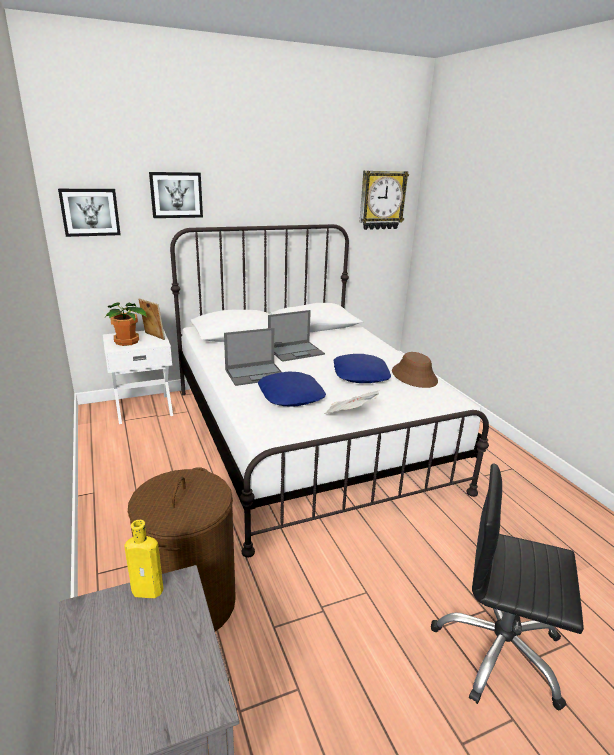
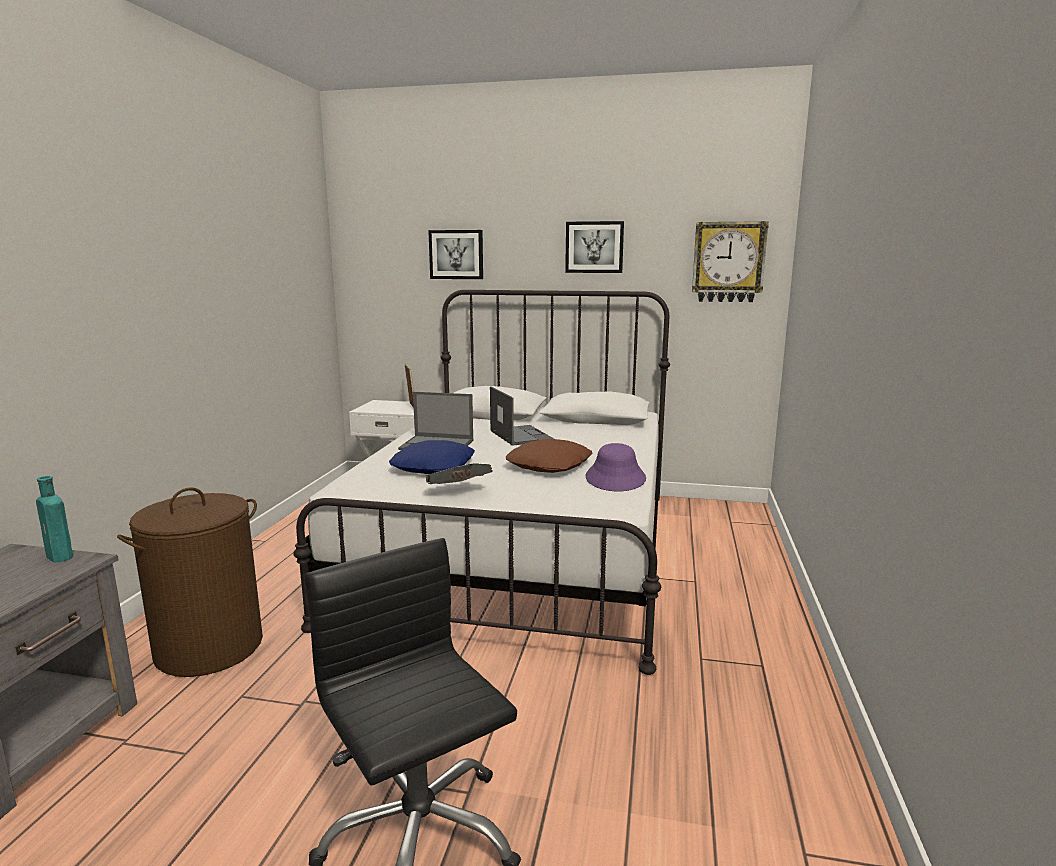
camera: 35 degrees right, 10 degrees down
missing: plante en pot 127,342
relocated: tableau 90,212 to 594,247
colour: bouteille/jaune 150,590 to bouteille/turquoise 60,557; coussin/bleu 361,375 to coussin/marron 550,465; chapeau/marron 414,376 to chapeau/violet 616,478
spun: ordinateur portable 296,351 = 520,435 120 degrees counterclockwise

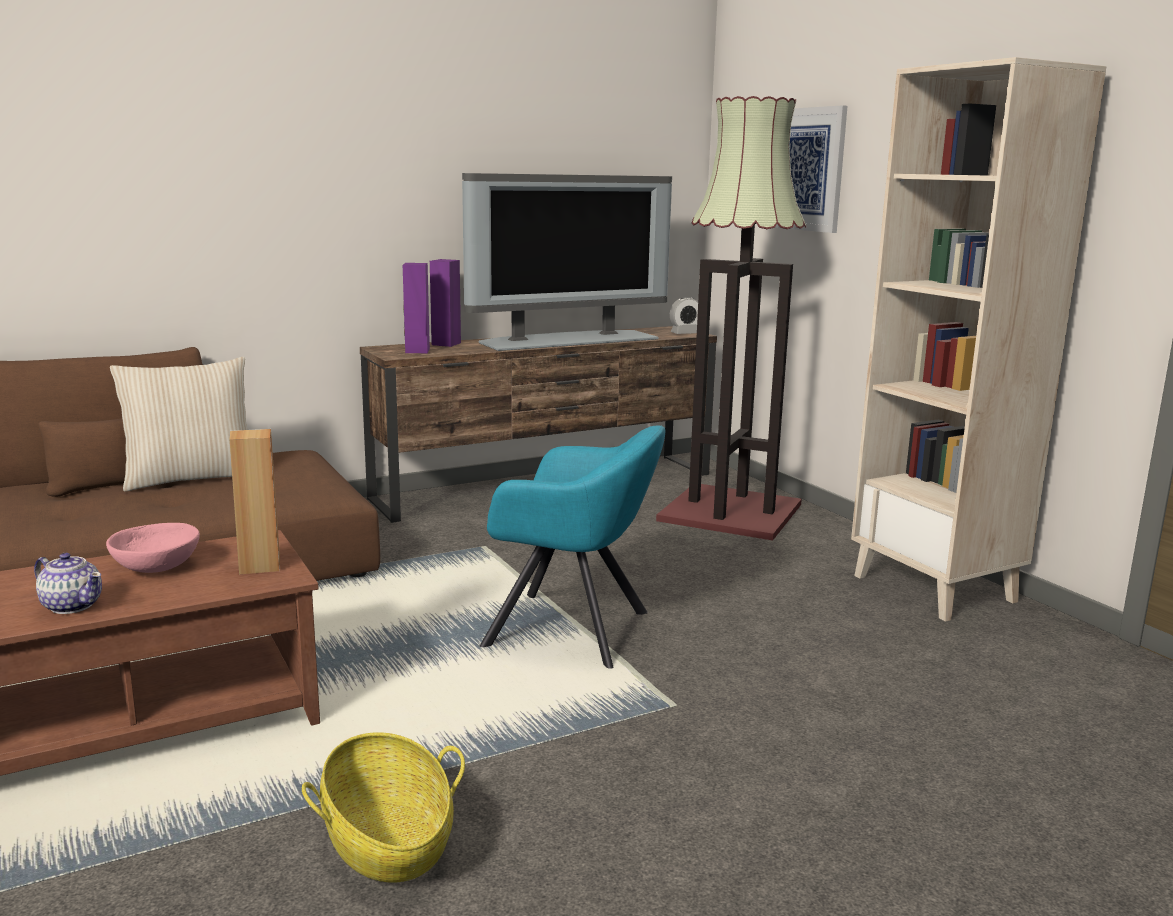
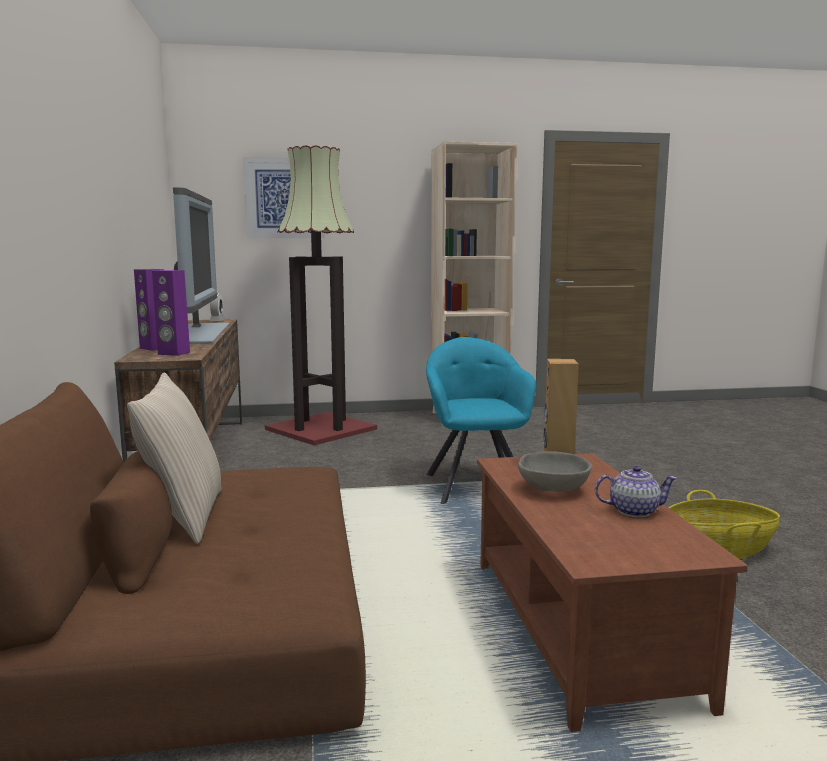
camera: 70 degrees left, 5 degrees down
colour: bol/rose 157,567 to bol/gris 552,489
spun: théière 72,605 = 633,511 45 degrees clockwise; fauteuil/turquoise 574,630 = 475,484 45 degrees counterclockwise

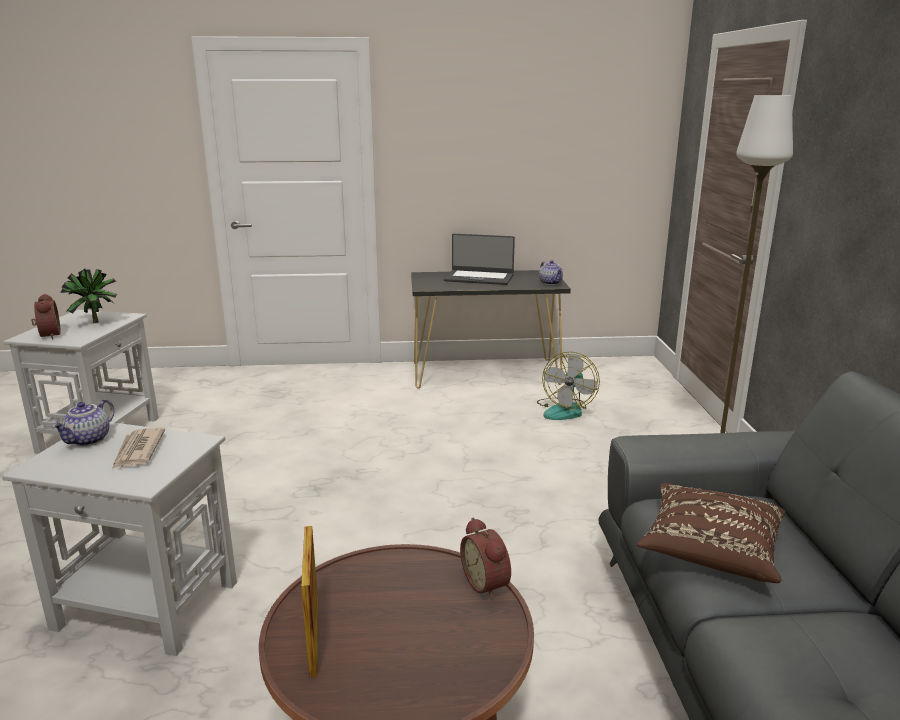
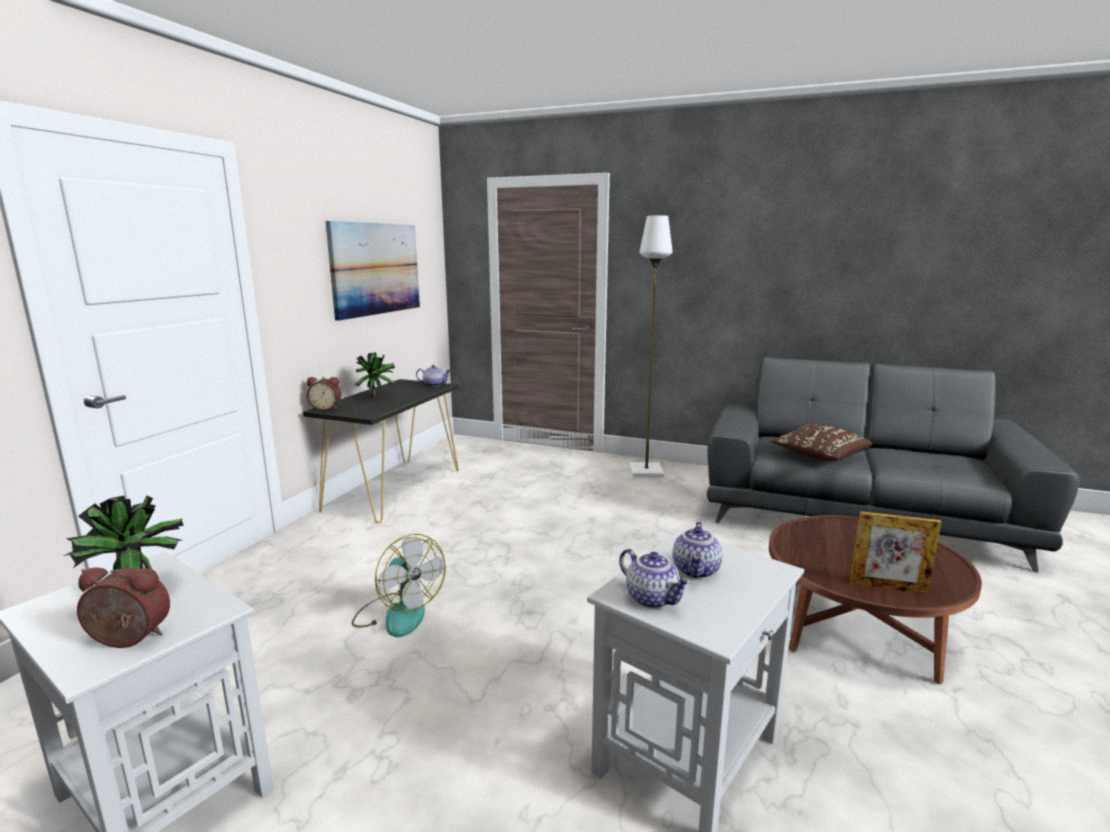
camera: 65 degrees left, 5 degrees down
appeared: tableau 375,269
relocated: réveil 488,583 to 326,408; ventilateur 565,410 to 398,613
exchanged: journal 137,451 to théière 697,571; ordinateur portable 479,278 to plante en pot 376,397

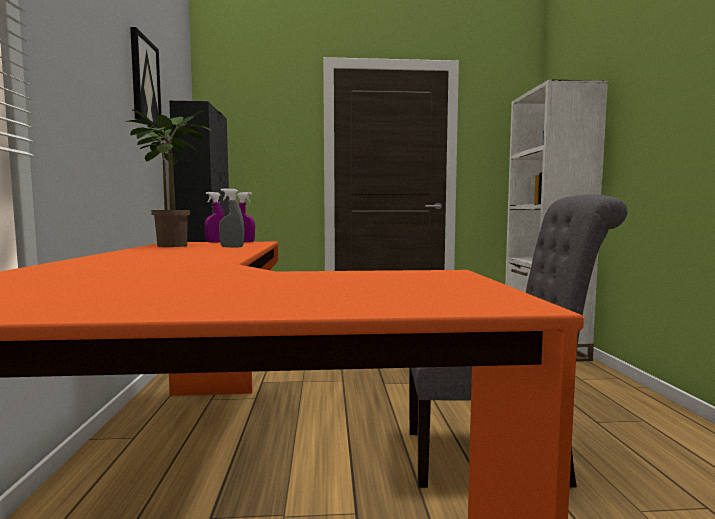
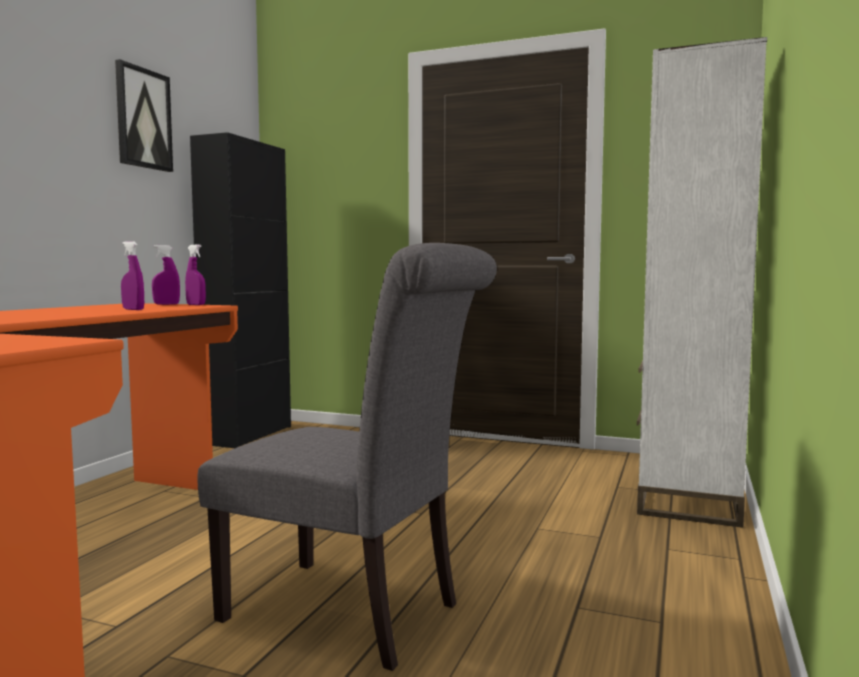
camera: 25 degrees right, 0 degrees up
missing: plante en pot 173,245
colour: vaporisateur/gris 232,247 to vaporisateur/violet 133,309

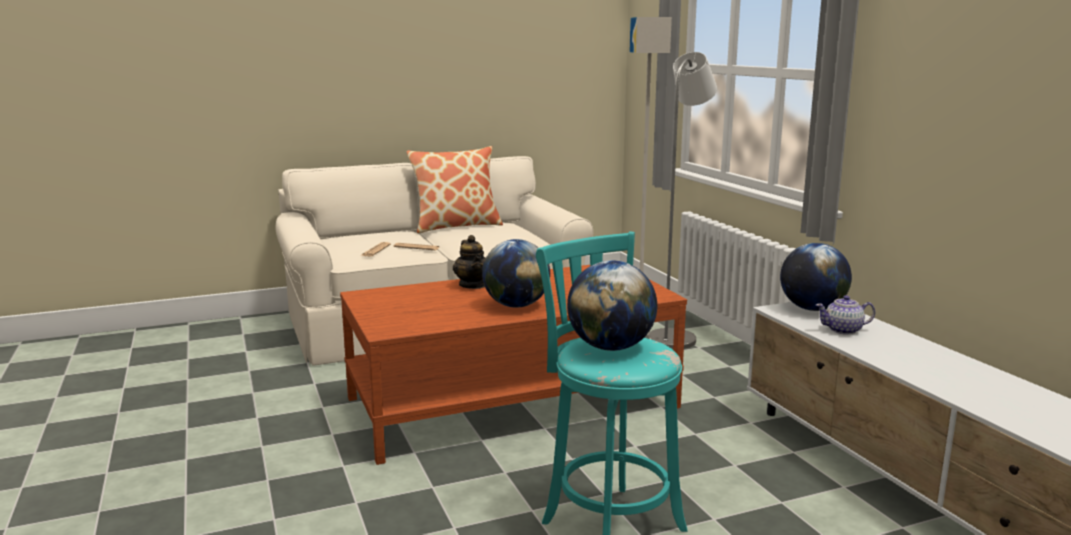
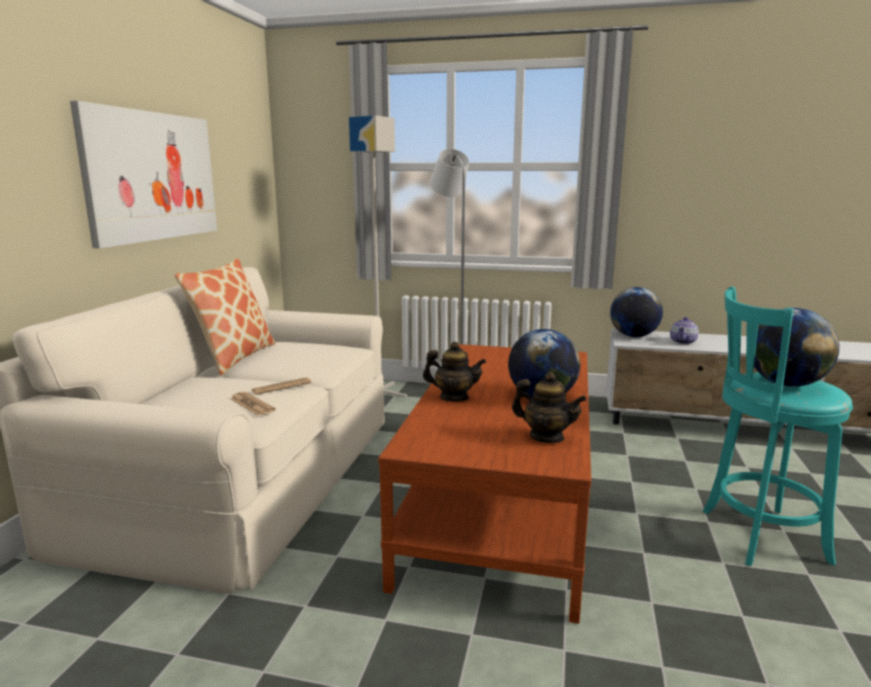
camera: 55 degrees left, 0 degrees up
appeared: tableau 152,176; théière 546,437

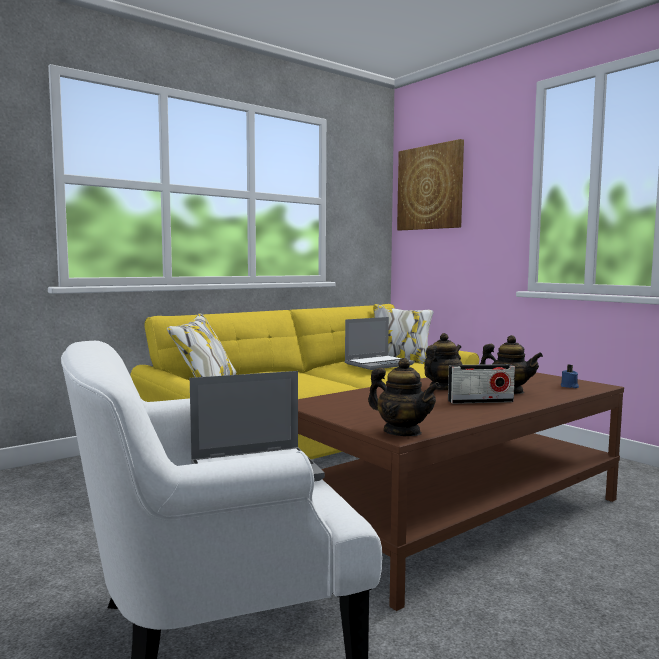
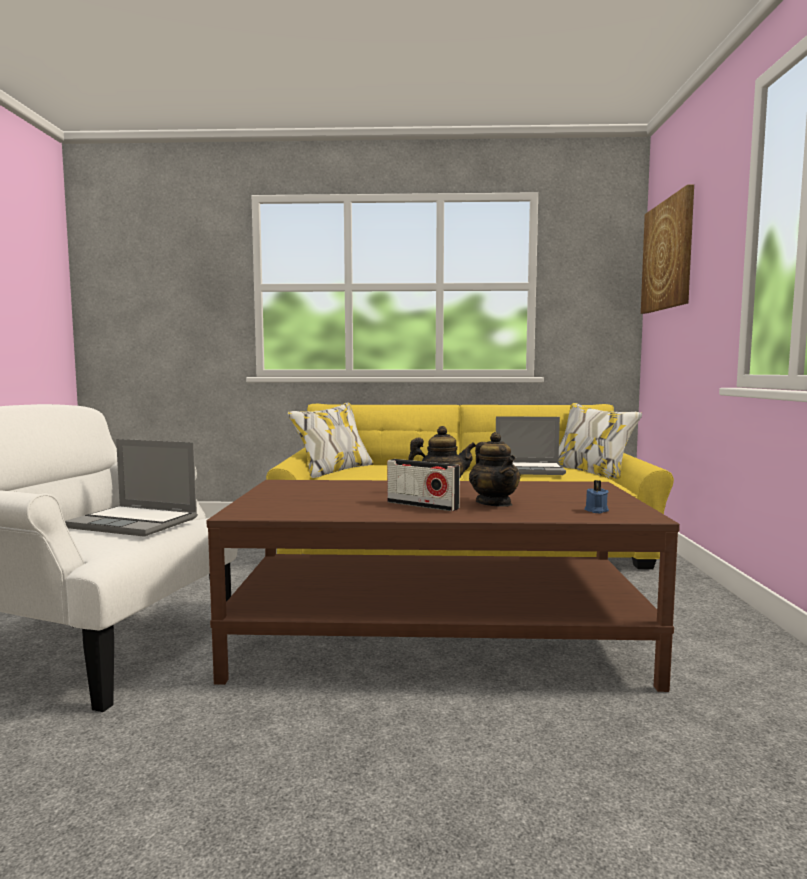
camera: 40 degrees right, 0 degrees up
missing: théière 402,432

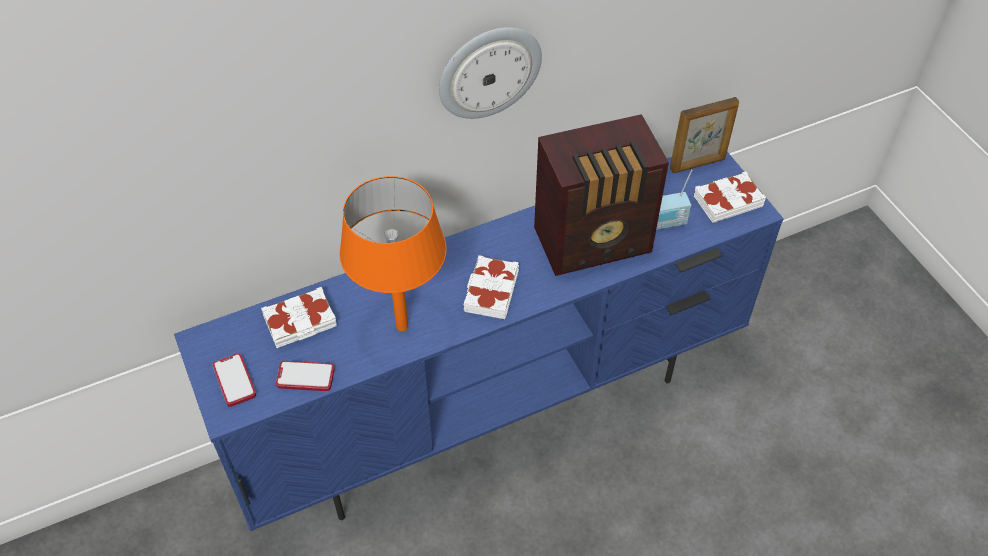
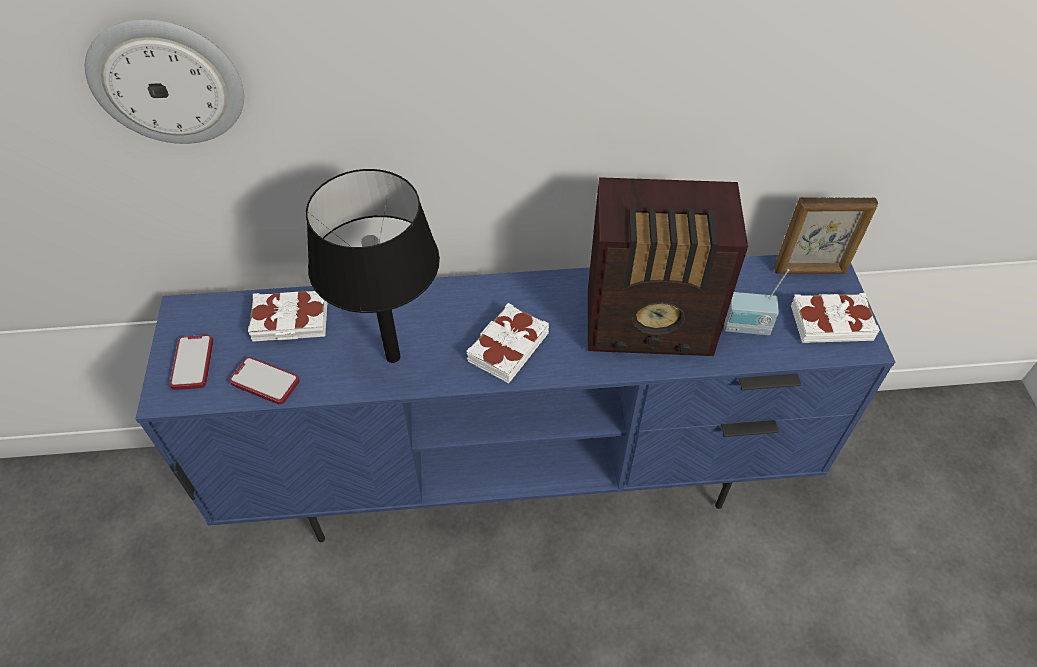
camera: 20 degrees right, 0 degrees up
relocated: horloge murale 489,71 to 167,82
colour: lampe de table/orange 401,325 to lampe de table/noir 393,356

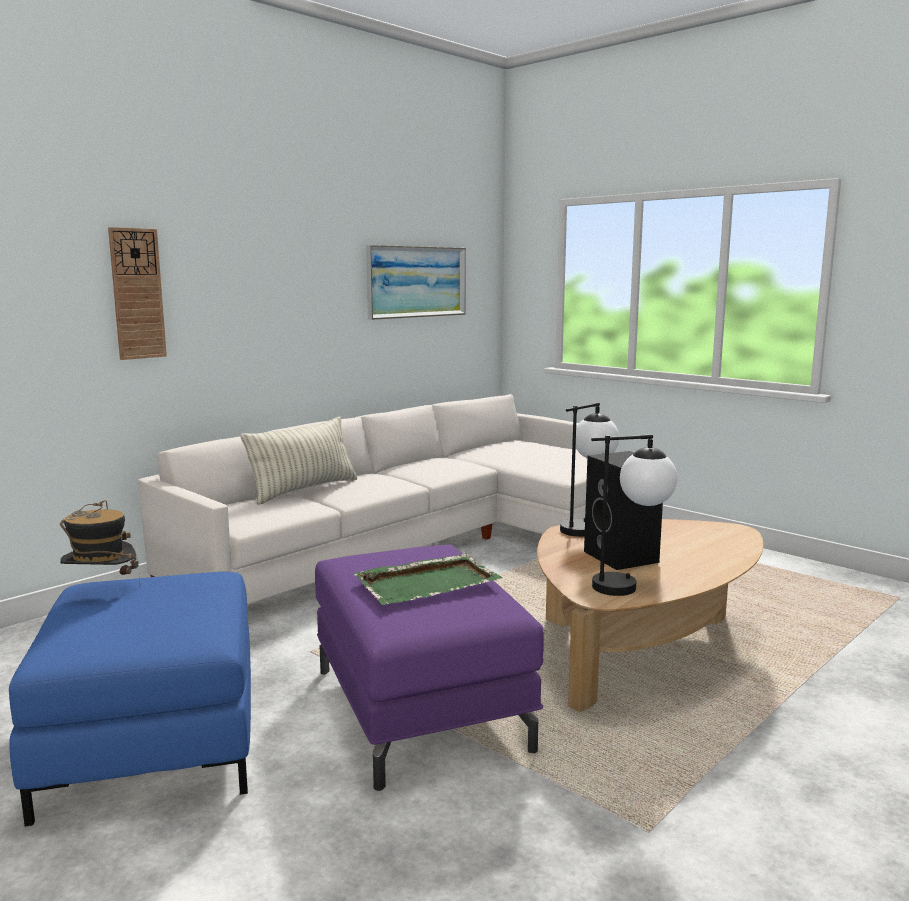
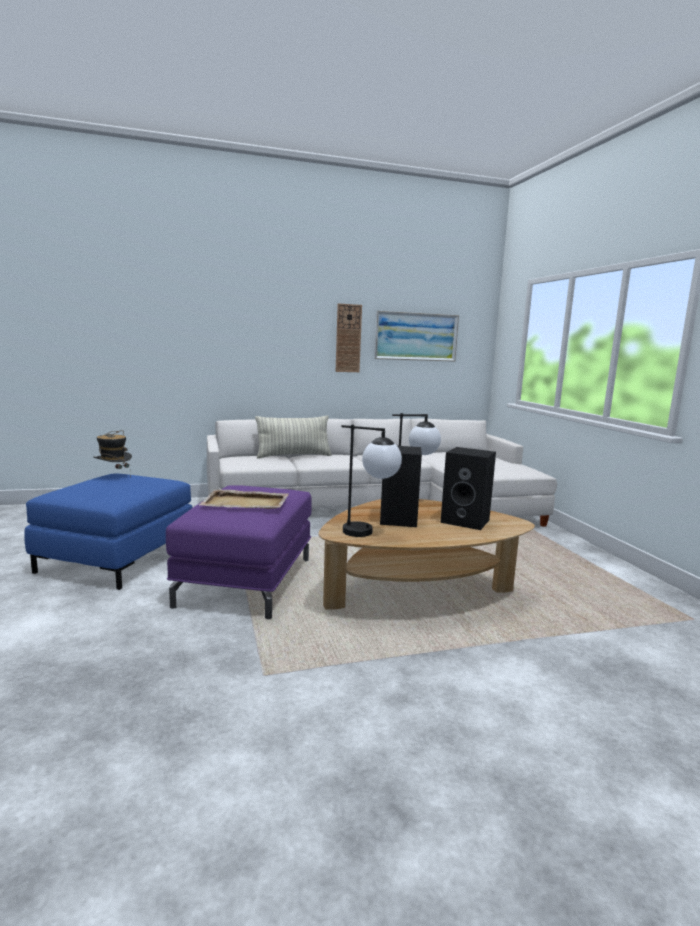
camera: 30 degrees right, 0 degrees up
appeared: enceinte/noir 466,521
relocated: horloge murale 137,294 to 348,338
colour: plateau/vert 428,583 to plateau/beige 246,503

